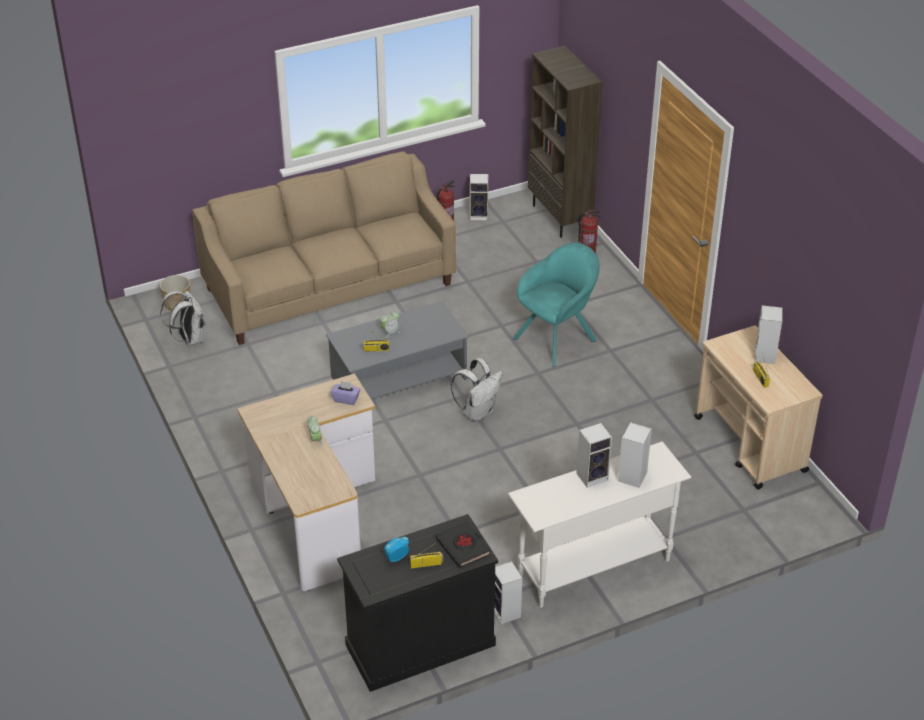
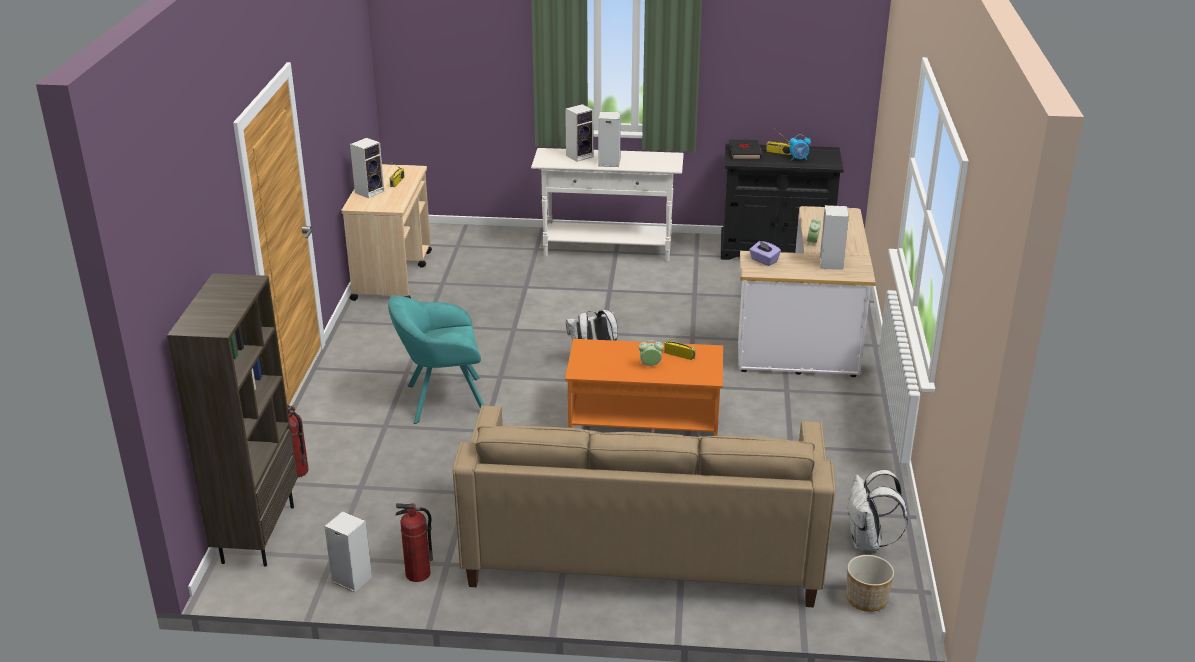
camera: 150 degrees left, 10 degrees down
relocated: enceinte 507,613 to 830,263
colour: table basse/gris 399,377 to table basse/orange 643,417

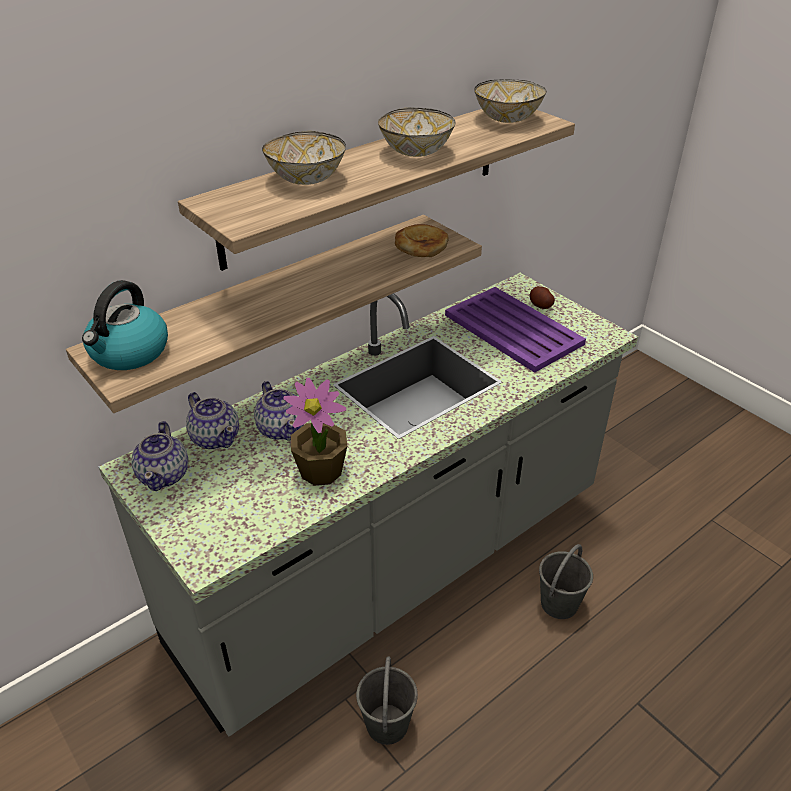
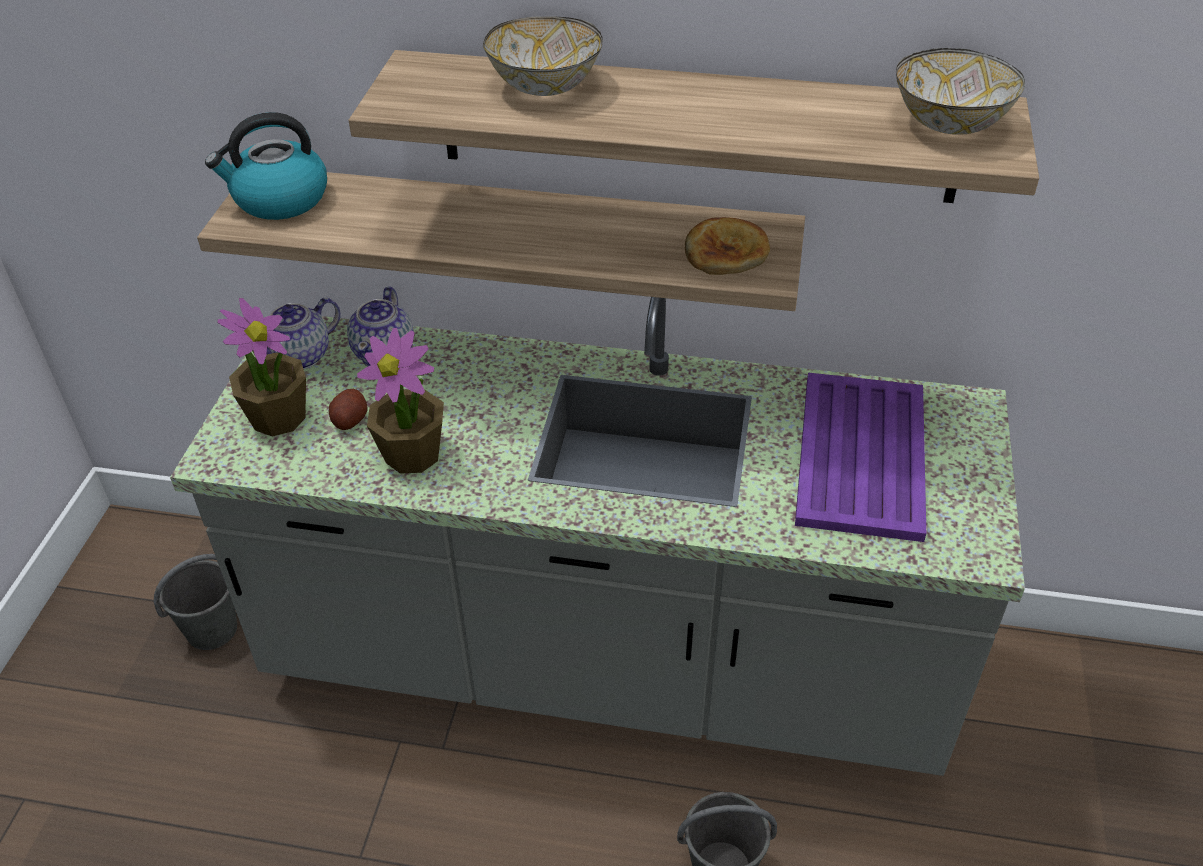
camera: 50 degrees right, 5 degrees up
missing: théière 281,428; bol 416,152
appeared: plante en pot 278,417
relocated: seau/gris 387,723 to 213,629; pomme de terre 540,305 to 349,420

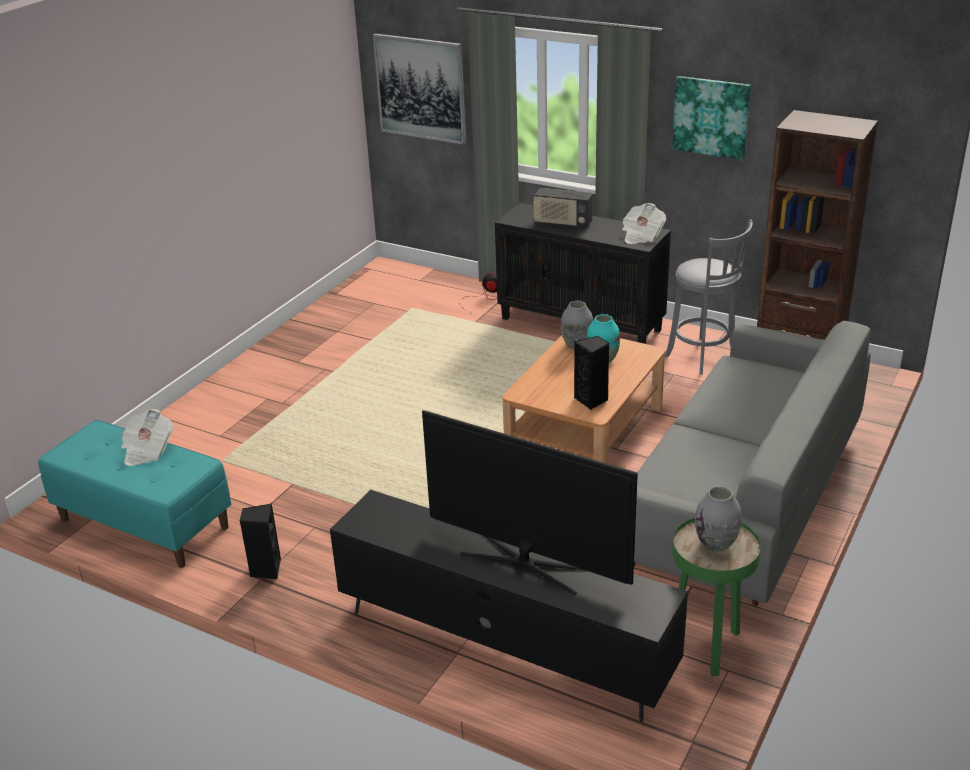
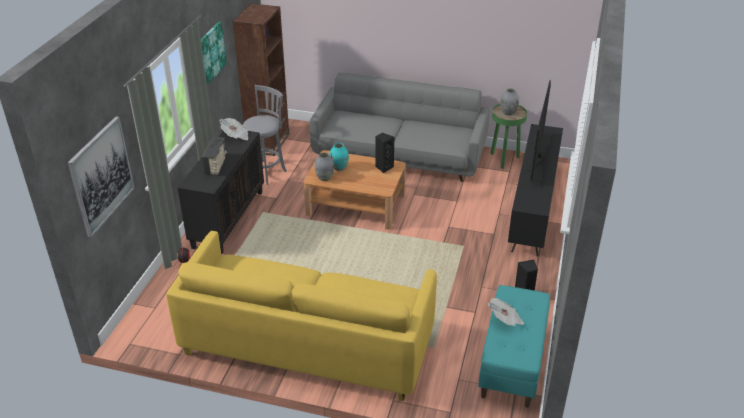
camera: 105 degrees left, 5 degrees up
appeared: canapé/jaune 307,343

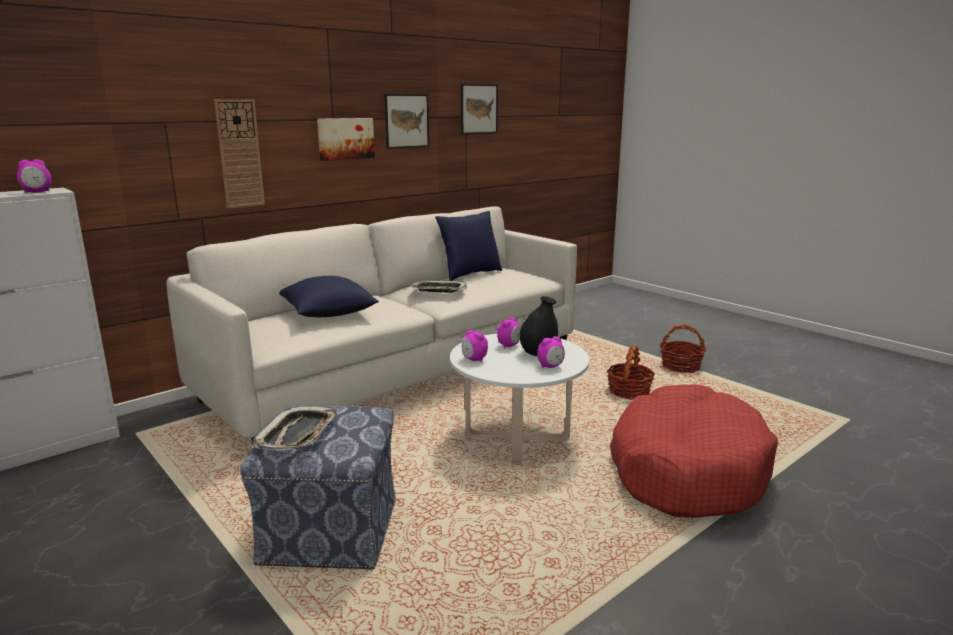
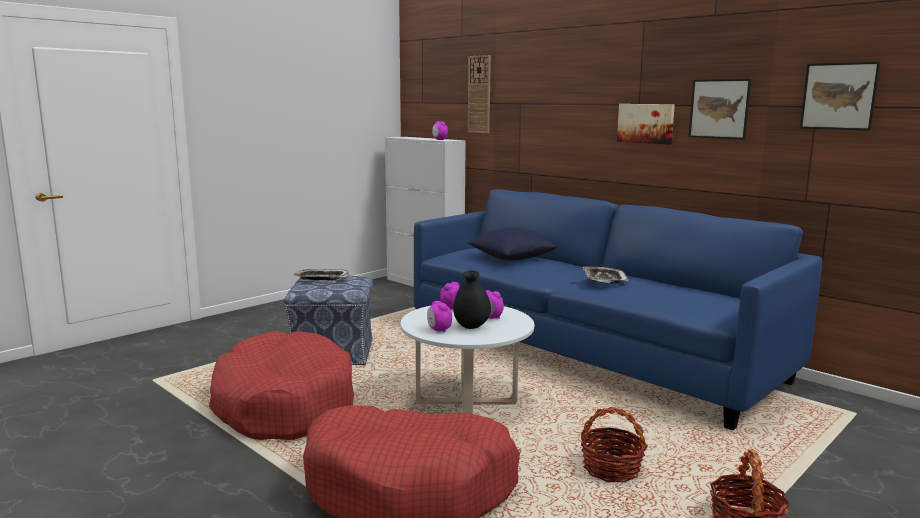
camera: 85 degrees right, 5 degrees down
missing: coussin/bleu 469,274
appeared: panier pour chien/rouge 284,404
relocated: horloge murale 239,154 to 479,94
colour: canapé/blanc 397,373 to canapé/bleu 588,351

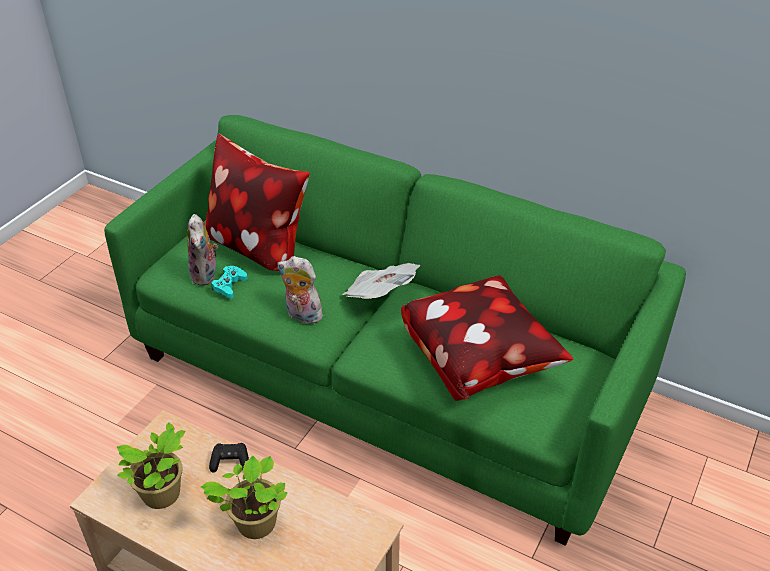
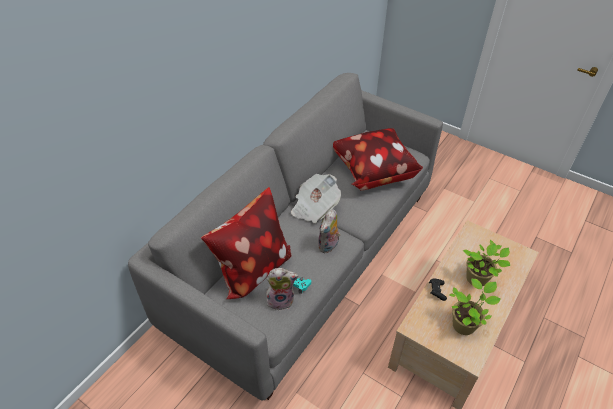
camera: 85 degrees left, 5 degrees up
colour: canapé/vert 386,377 to canapé/gris 305,256

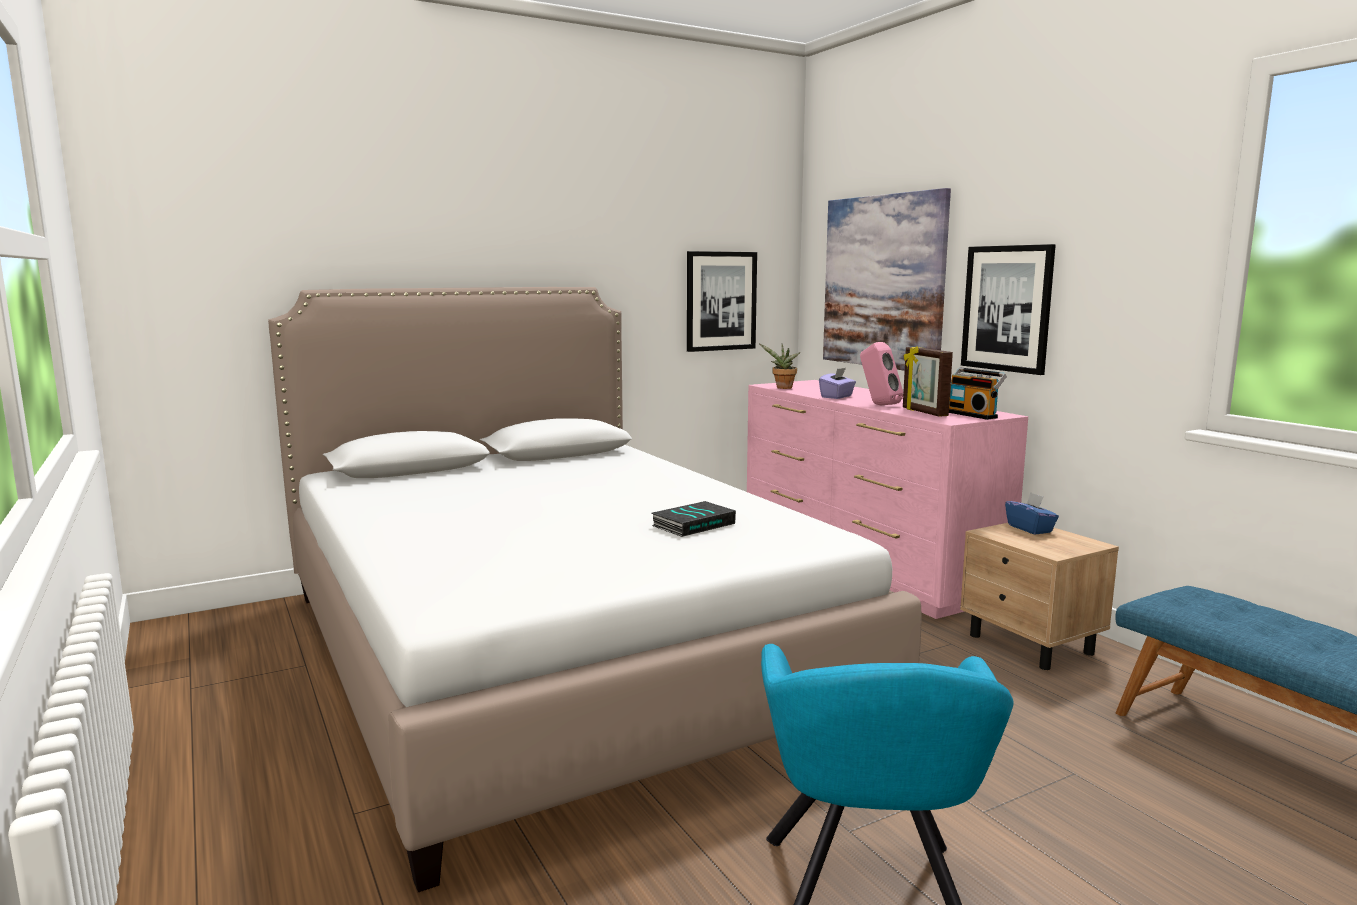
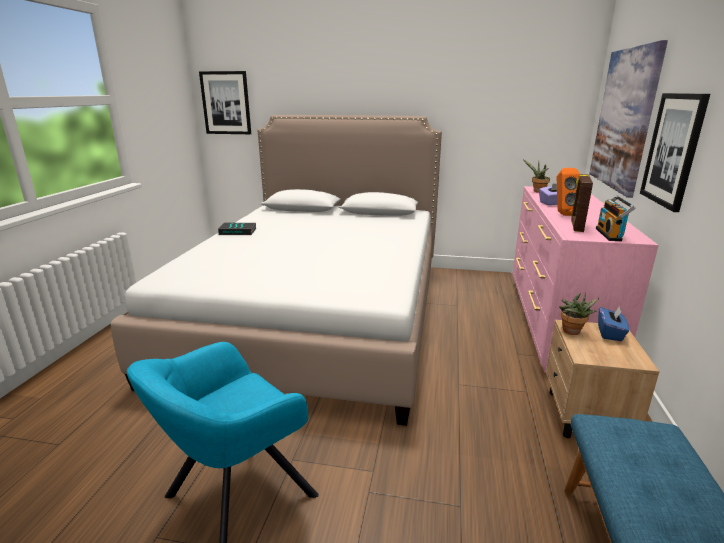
camera: 40 degrees right, 10 degrees up
appeared: plante en pot 572,332
relocated: livre 693,524 to 238,231; tableau 721,301 to 226,103
colour: enceinte/rose 878,405 to enceinte/orange 562,214

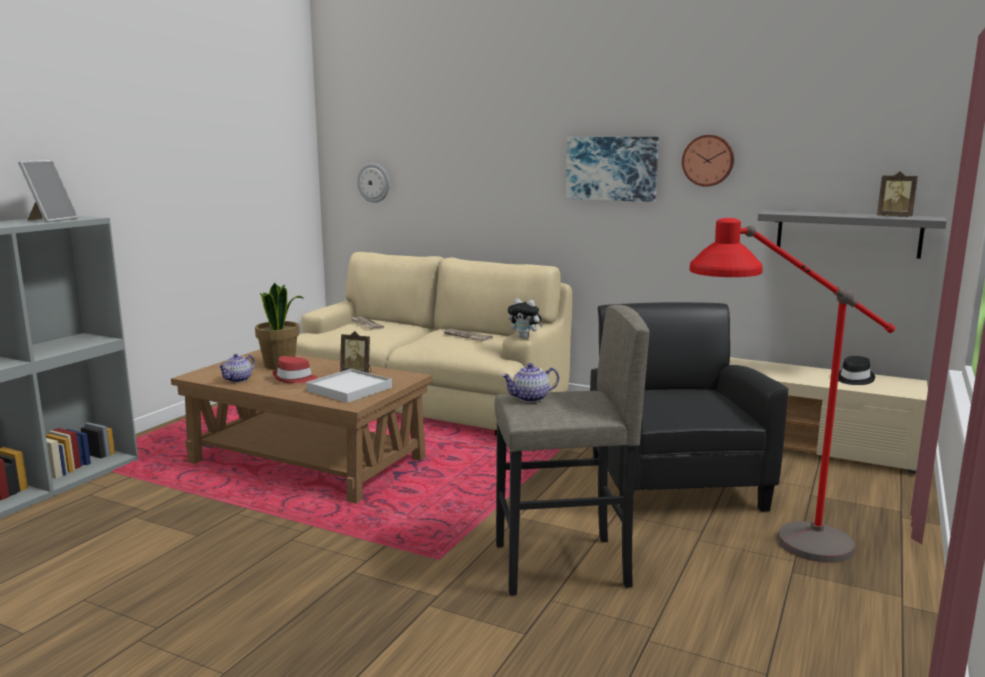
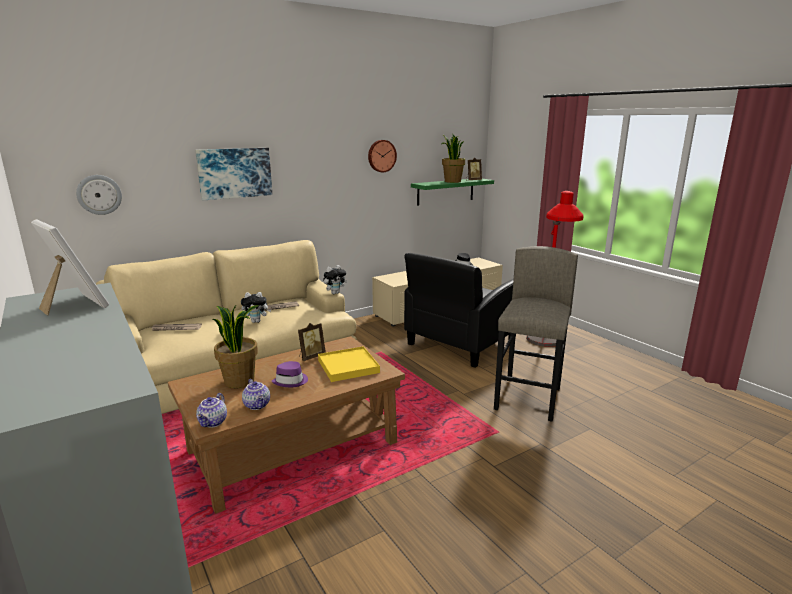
camera: 60 degrees left, 5 degrees up
appeared: peluche 257,321; plante en pot 452,181
relocated: théière 530,399 to 213,422; tableau 611,168 to 234,173
colour: chapeau/rouge 294,379 to chapeau/violet 291,381; plateau/blanc 349,389 to plateau/jaune 348,366; étagère/gris 848,233 to étagère/vert 445,191
spun: fauteuil/noir 674,482 = 460,343 75 degrees counterclockwise

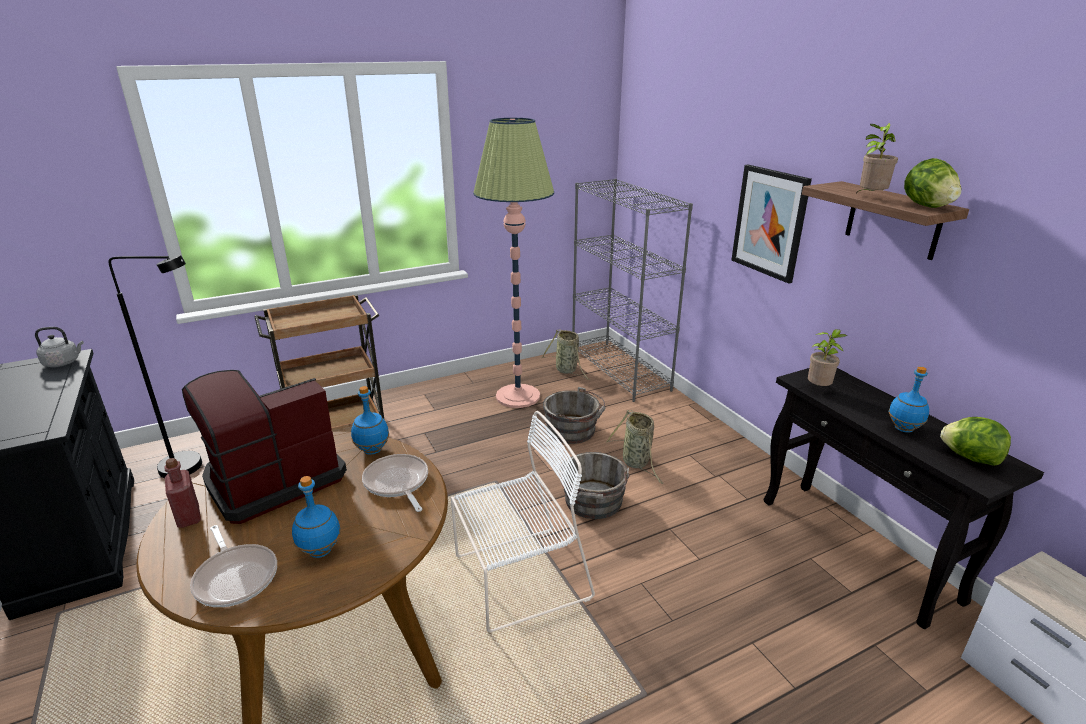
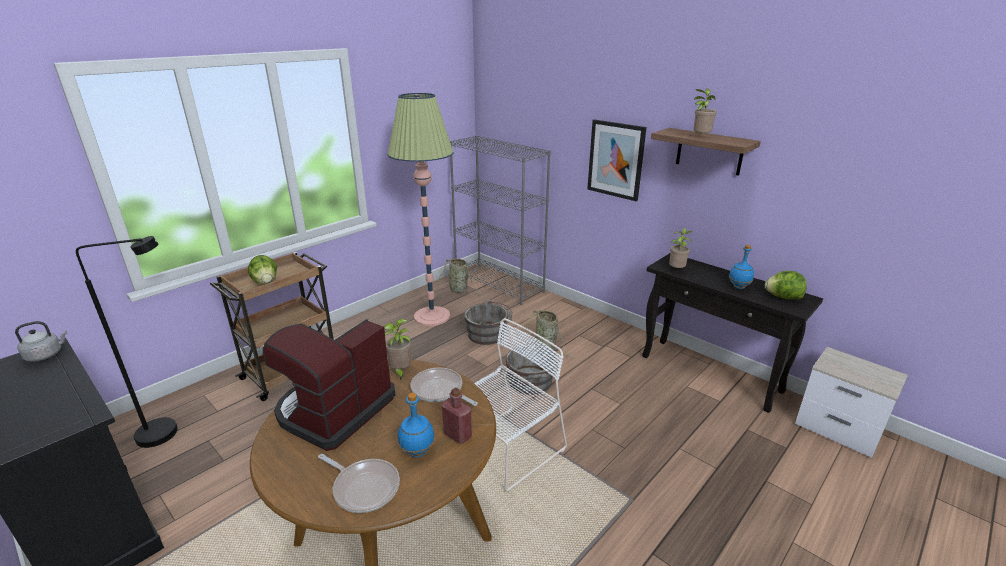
camera: 20 degrees left, 0 degrees up
relocated: bouteille/rouge 188,517 to 457,435; laitue 927,206 to 265,282
exchanged: bouteille/bleu 372,450 to plante en pot 400,371

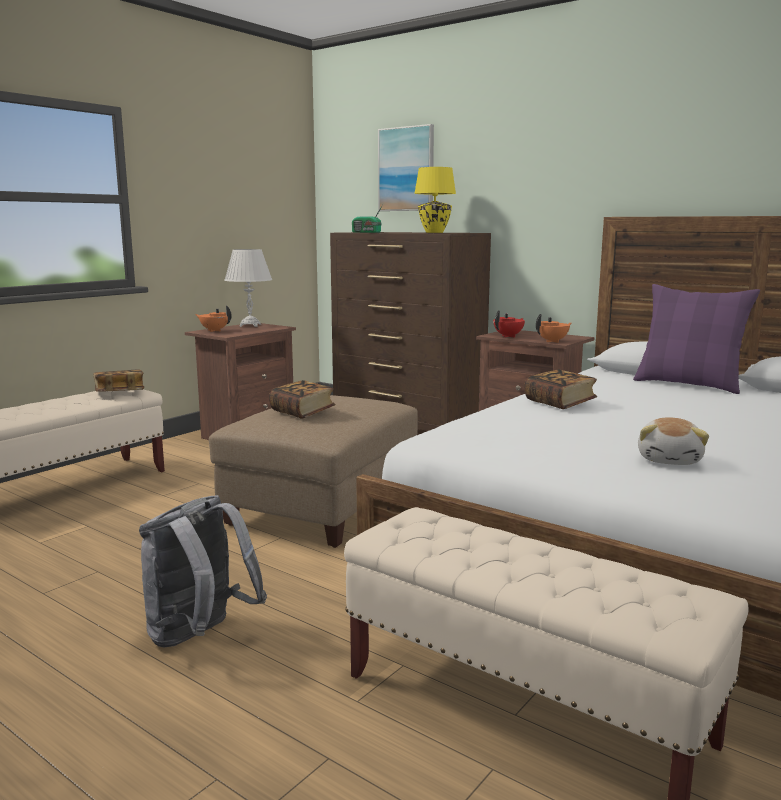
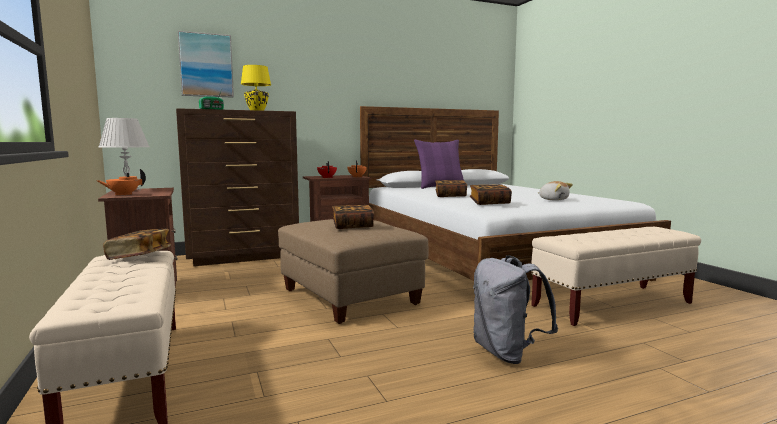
camera: 60 degrees left, 5 degrees down
appeared: livre 489,203

